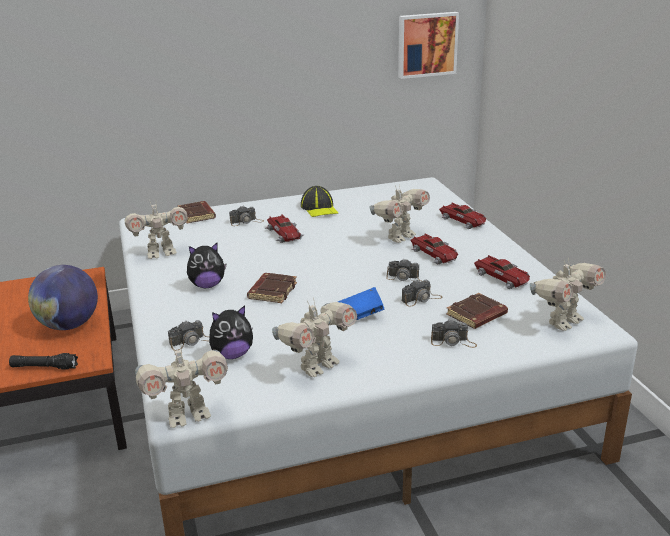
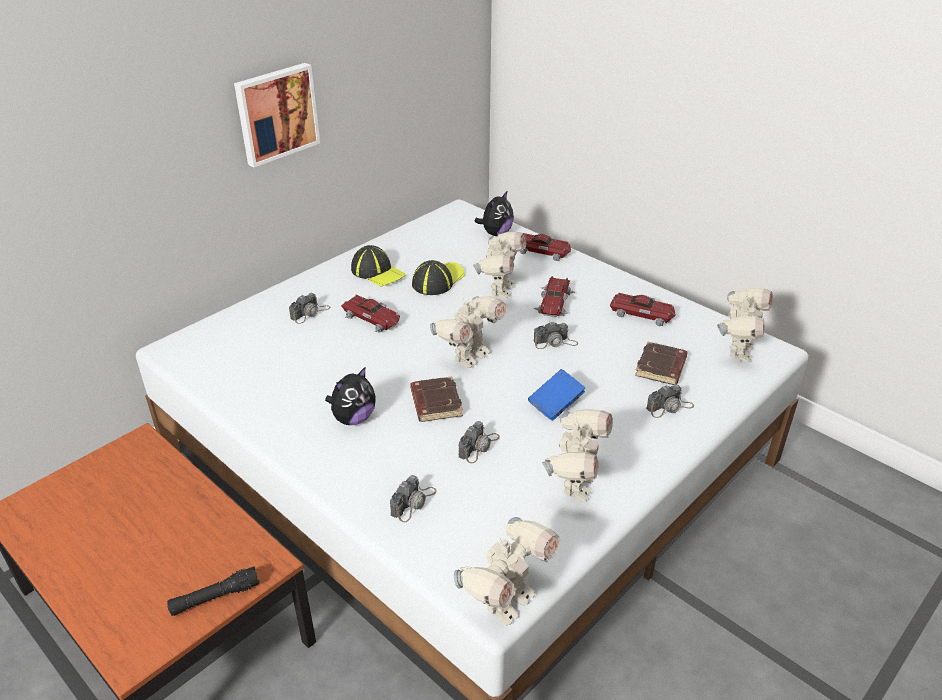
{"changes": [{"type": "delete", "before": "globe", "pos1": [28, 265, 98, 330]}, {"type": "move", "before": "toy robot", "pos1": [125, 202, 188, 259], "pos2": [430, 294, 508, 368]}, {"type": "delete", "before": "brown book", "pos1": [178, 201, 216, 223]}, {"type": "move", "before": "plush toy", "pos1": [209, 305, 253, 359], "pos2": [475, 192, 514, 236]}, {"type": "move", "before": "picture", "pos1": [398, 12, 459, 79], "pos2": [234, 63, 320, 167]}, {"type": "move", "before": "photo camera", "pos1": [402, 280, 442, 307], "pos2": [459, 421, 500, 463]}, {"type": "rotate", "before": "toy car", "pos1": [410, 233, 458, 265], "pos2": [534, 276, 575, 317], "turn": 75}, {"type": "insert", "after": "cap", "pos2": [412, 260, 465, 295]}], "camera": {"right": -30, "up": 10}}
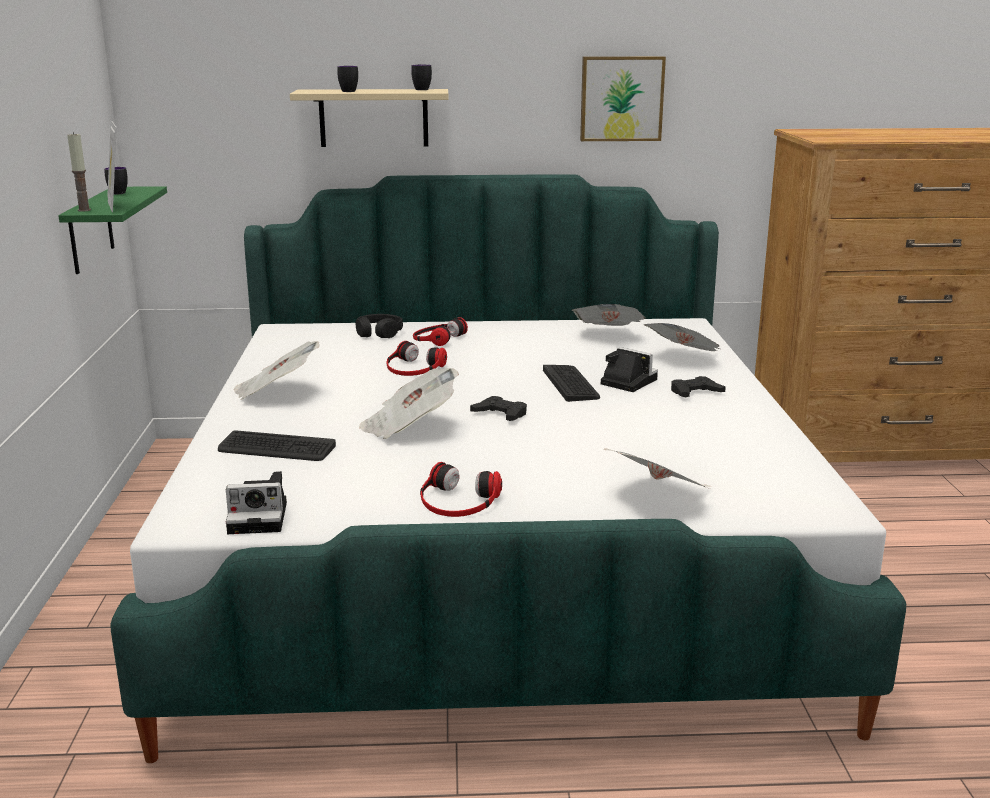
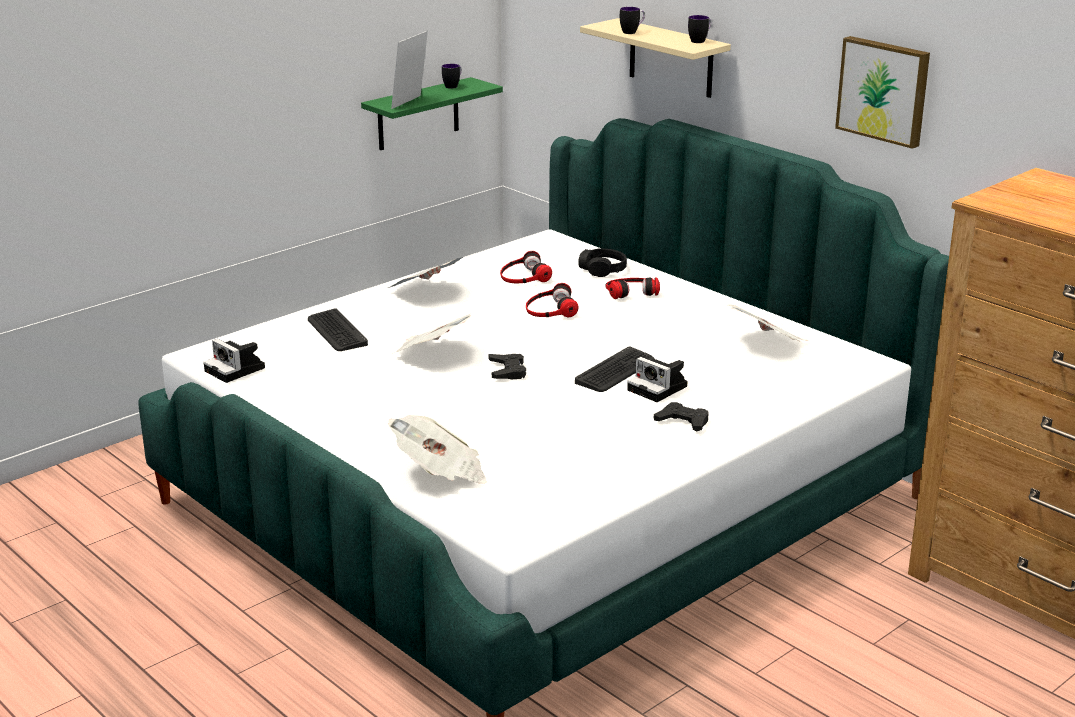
{"changes": [{"type": "delete", "before": "candle", "pos1": [67, 132, 91, 212]}, {"type": "move", "before": "headphones", "pos1": [420, 462, 502, 517], "pos2": [500, 251, 552, 283]}, {"type": "rotate", "before": "photo camera", "pos1": [601, 347, 658, 392], "pos2": [627, 357, 688, 402], "turn": 135}, {"type": "delete", "before": "newspaper", "pos1": [644, 323, 720, 351]}], "camera": {"right": 50, "up": 5}}
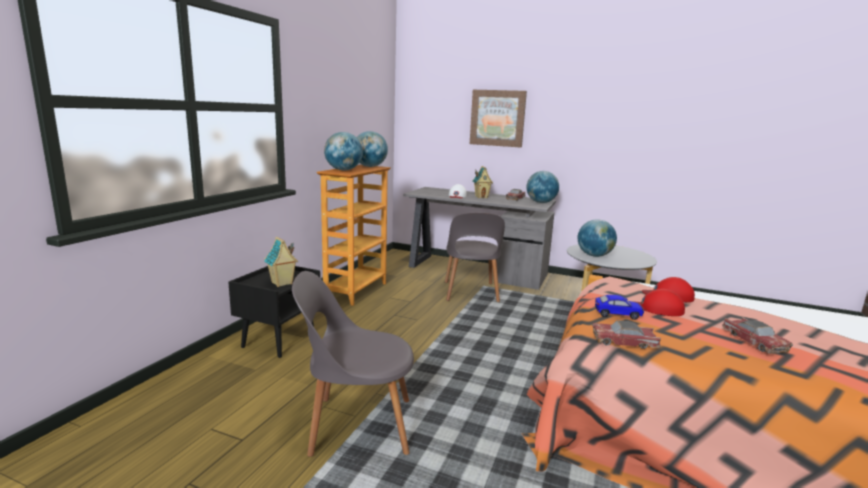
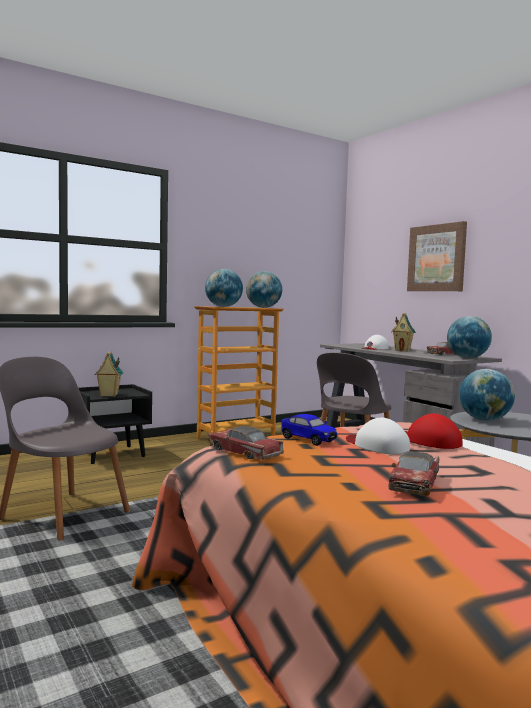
{"changes": [{"type": "recolor", "before": "red cap", "after": "white cap", "pos1": [632, 289, 685, 316], "pos2": [346, 418, 410, 454]}], "camera": {"right": 35, "up": -10}}
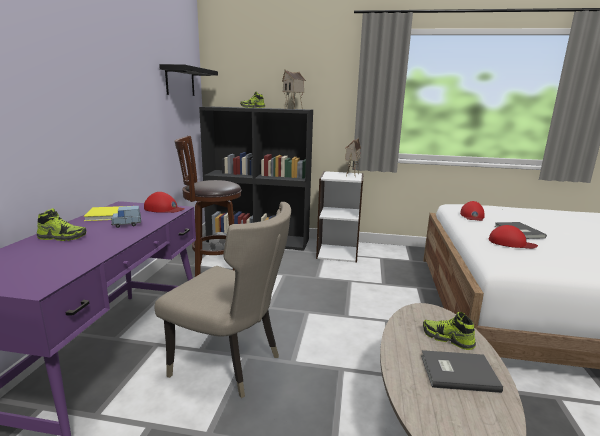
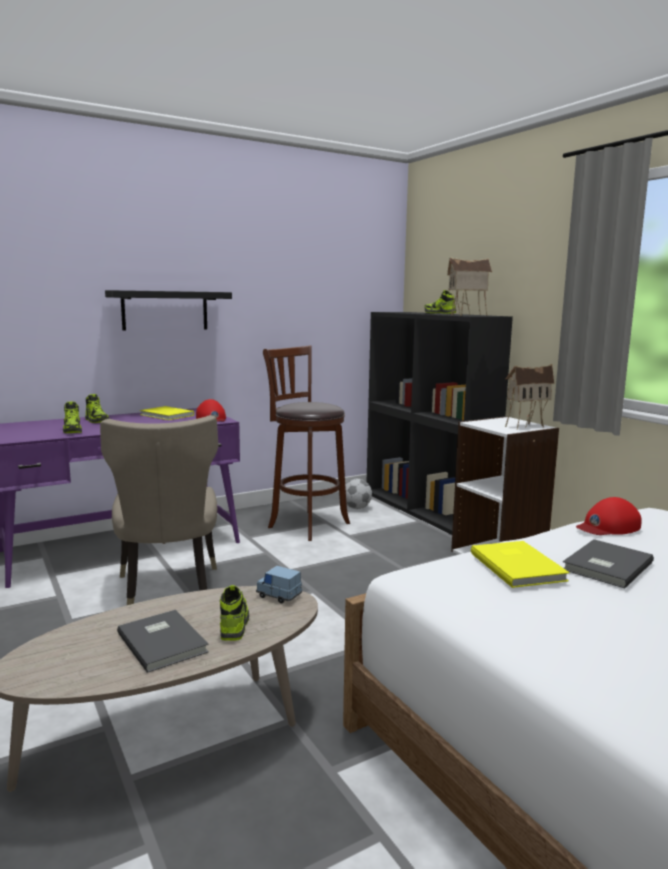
{"changes": [{"type": "move", "before": "blue toy car", "pos1": [111, 206, 141, 228], "pos2": [256, 566, 302, 603]}, {"type": "move", "before": "black shelf", "pos1": [159, 64, 218, 96], "pos2": [105, 290, 232, 331]}, {"type": "replace", "before": "red cap", "after": "yellow book", "pos1": [489, 225, 538, 249], "pos2": [471, 541, 570, 588]}, {"type": "insert", "after": "shoe", "pos2": [63, 401, 82, 433]}], "camera": {"right": 50, "up": -5}}
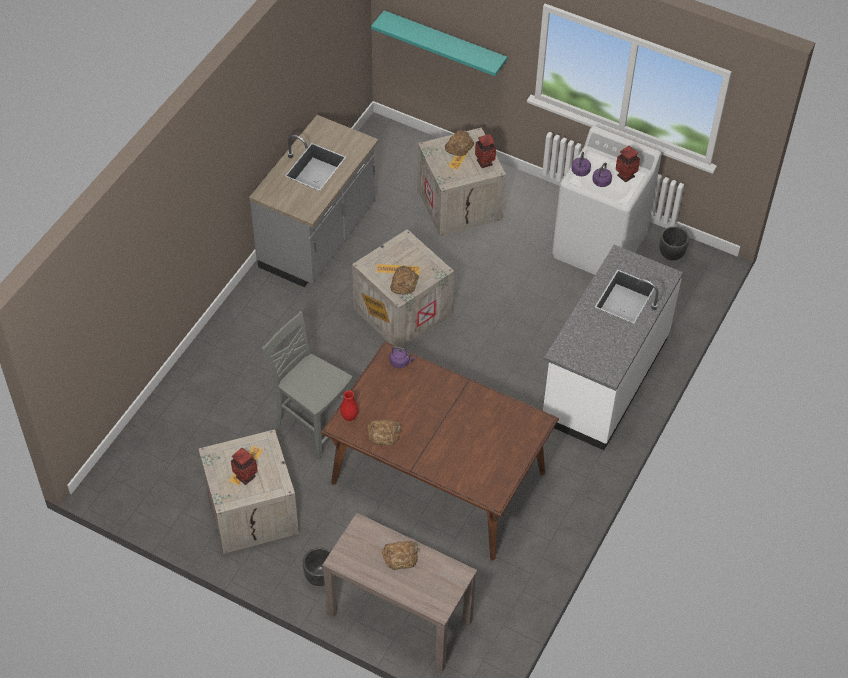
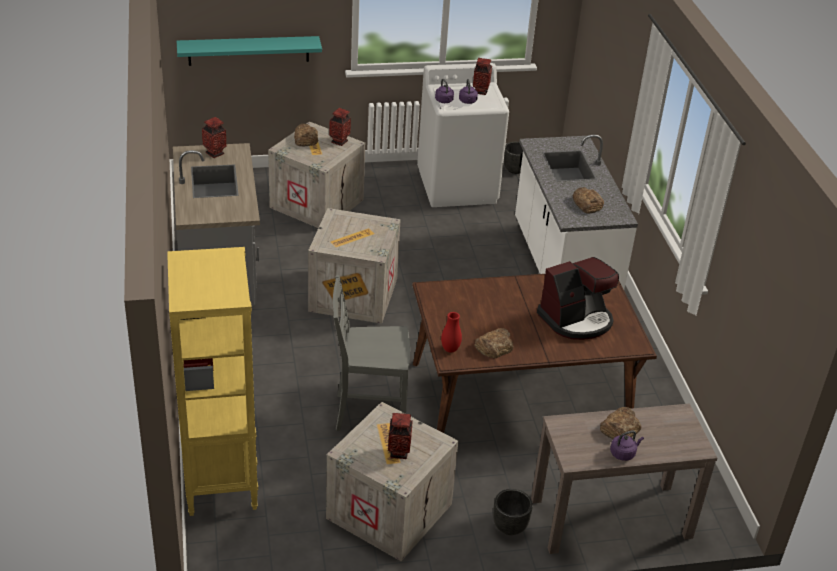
{"changes": [{"type": "move", "before": "bread", "pos1": [390, 266, 419, 295], "pos2": [573, 187, 604, 214]}, {"type": "move", "before": "purple kettle", "pos1": [390, 347, 415, 368], "pos2": [610, 430, 644, 461]}, {"type": "insert", "after": "yellow bookcase", "pos2": [167, 247, 258, 516]}, {"type": "insert", "after": "vase", "pos2": [202, 117, 226, 158]}, {"type": "insert", "after": "coffee machine", "pos2": [537, 257, 619, 340]}], "camera": {"right": -40, "up": -15}}
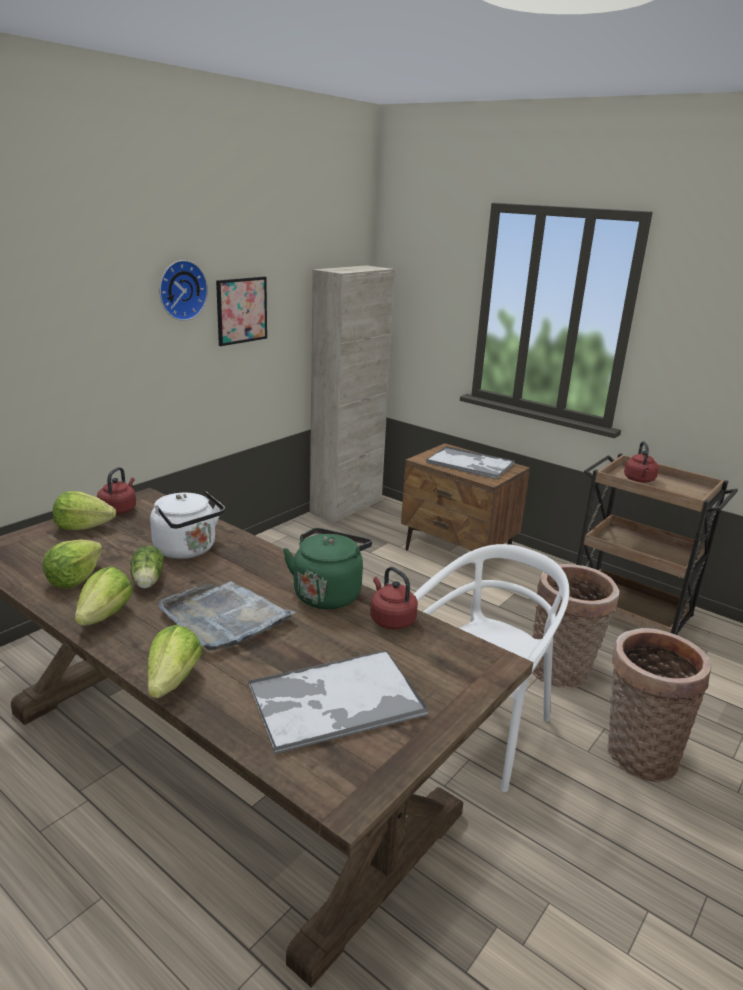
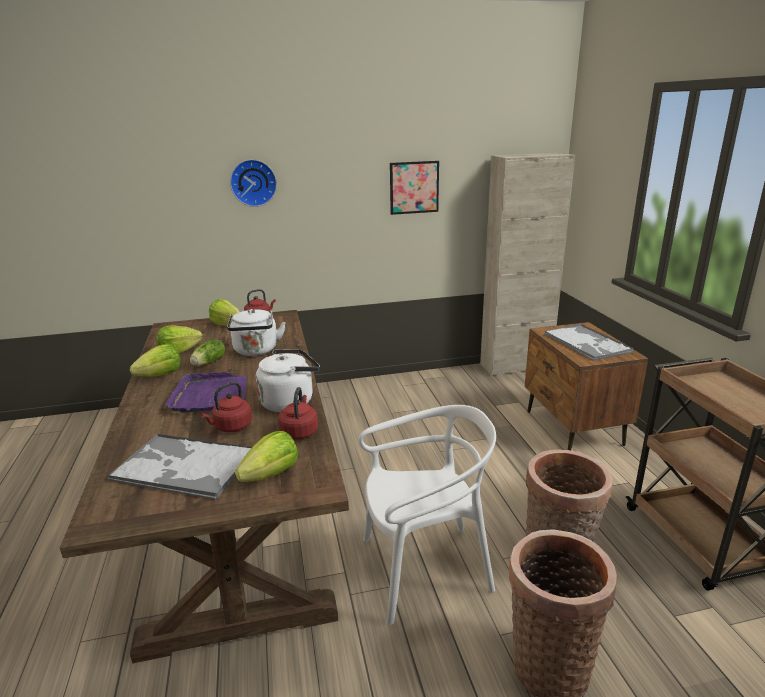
{"changes": [{"type": "move", "before": "lettuce", "pos1": [147, 625, 202, 698], "pos2": [235, 431, 298, 482]}, {"type": "move", "before": "wall clock", "pos1": [159, 260, 208, 321], "pos2": [230, 159, 277, 207]}, {"type": "recolor", "before": "grey tray", "after": "purple tray", "pos1": [159, 581, 297, 651], "pos2": [165, 372, 246, 413]}, {"type": "recolor", "before": "green kettle", "after": "white kettle", "pos1": [283, 528, 372, 609], "pos2": [256, 349, 320, 412]}, {"type": "move", "before": "red kettle", "pos1": [624, 441, 659, 483], "pos2": [201, 382, 252, 432]}], "camera": {"right": 40, "up": 0}}
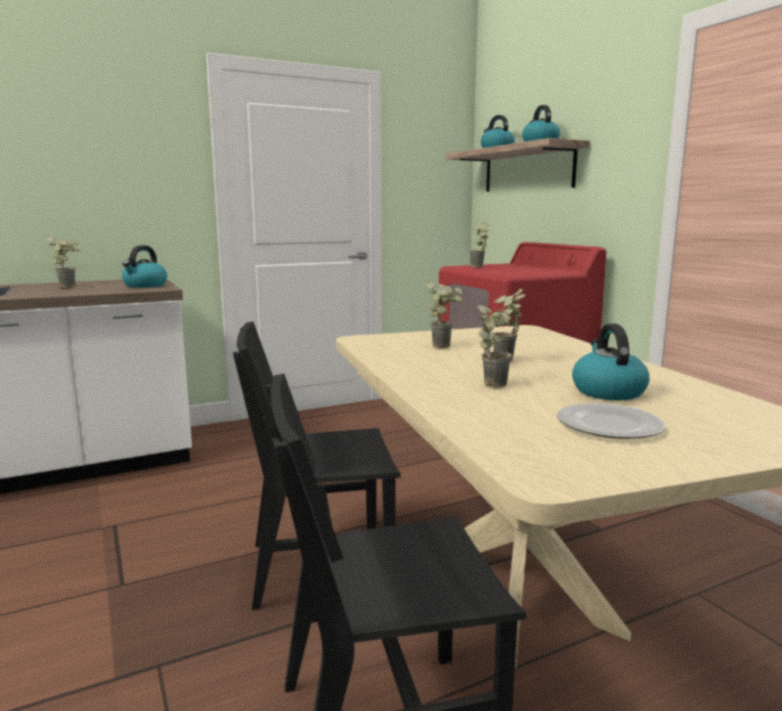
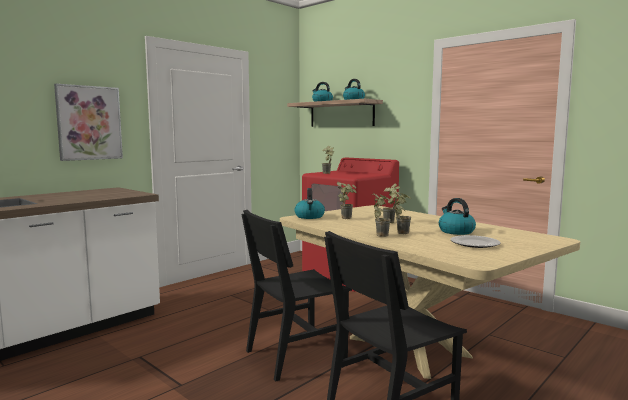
{"changes": [{"type": "move", "before": "potted plant", "pos1": [46, 236, 80, 288], "pos2": [372, 193, 391, 237]}, {"type": "move", "before": "kettle", "pos1": [122, 245, 167, 288], "pos2": [295, 188, 325, 219]}, {"type": "insert", "after": "picture", "pos2": [54, 84, 123, 161]}], "camera": {"right": -20, "up": -5}}
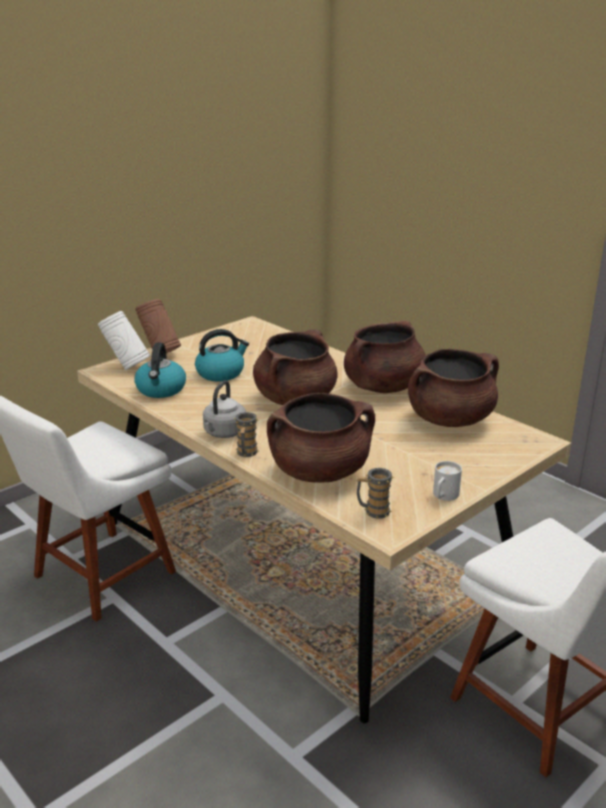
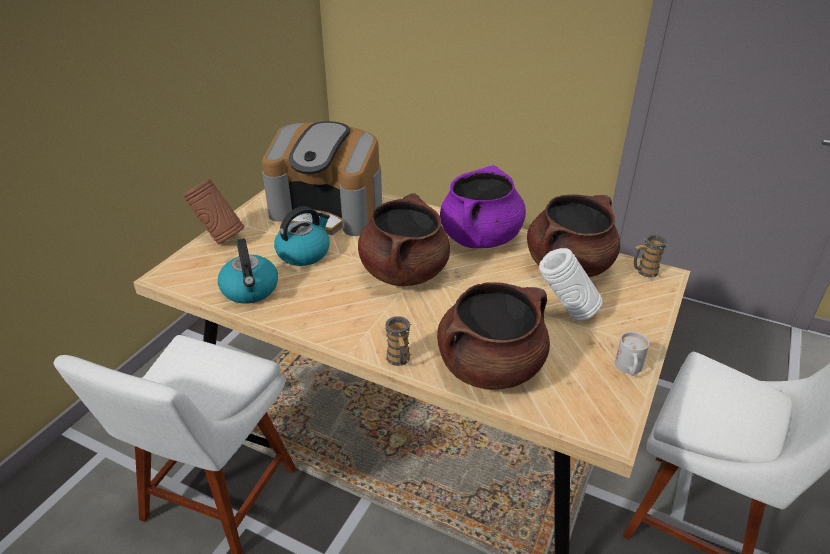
{"changes": [{"type": "move", "before": "white vase", "pos1": [98, 311, 150, 370], "pos2": [539, 248, 603, 321]}, {"type": "delete", "before": "grey kettle", "pos1": [203, 380, 246, 438]}, {"type": "recolor", "before": "brown cooking pot", "after": "purple cooking pot", "pos1": [344, 321, 426, 393], "pos2": [440, 165, 526, 248]}, {"type": "move", "before": "mug", "pos1": [356, 468, 394, 519], "pos2": [634, 235, 667, 277]}, {"type": "insert", "after": "coffee machine", "pos2": [262, 121, 382, 236]}], "camera": {"right": -20, "up": 10}}
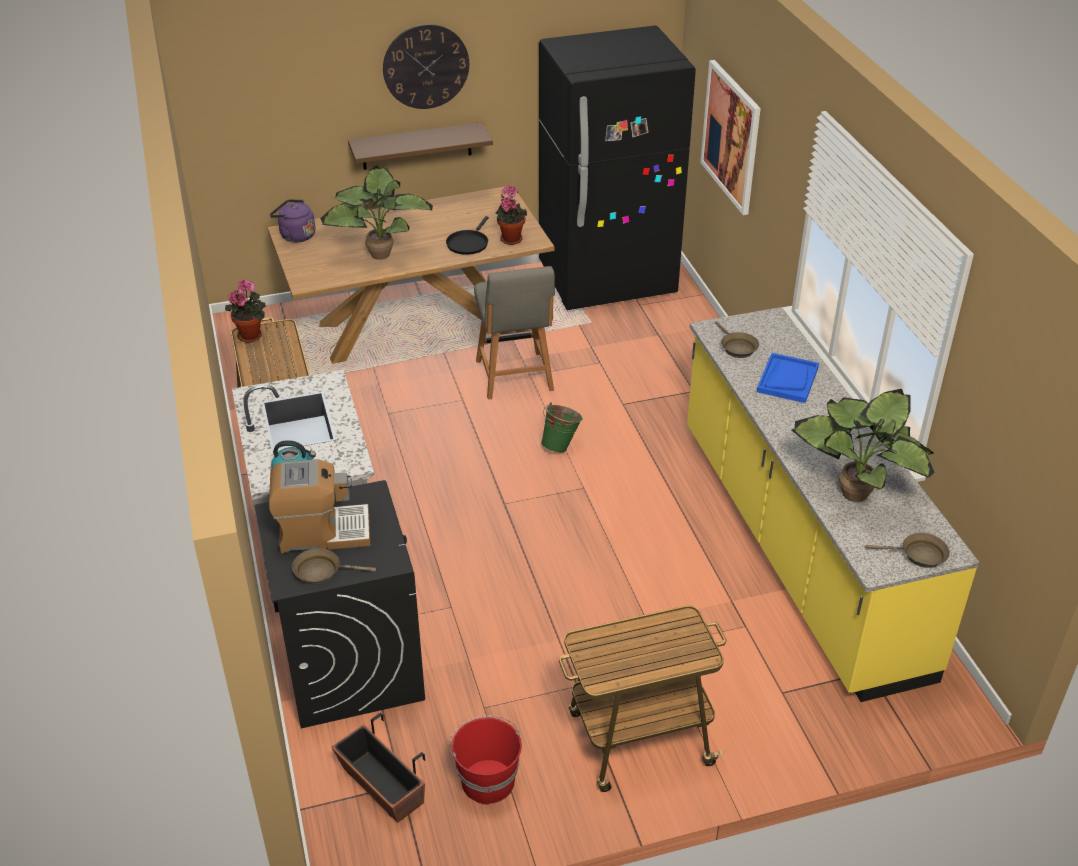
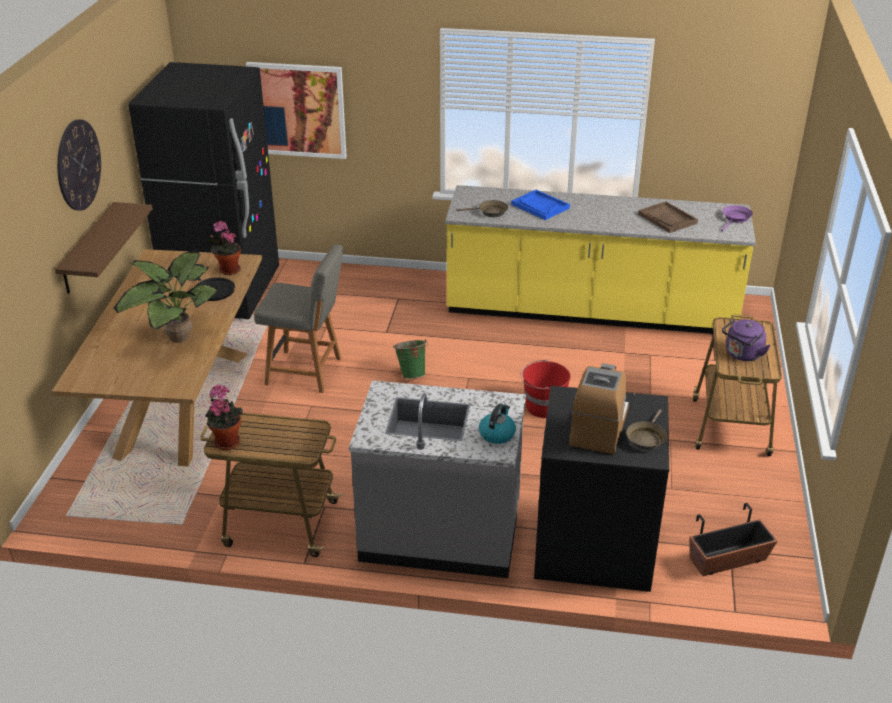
{"changes": [{"type": "move", "before": "purple kettle", "pos1": [270, 199, 315, 242], "pos2": [722, 318, 771, 361]}, {"type": "move", "before": "red bucket", "pos1": [449, 716, 522, 805], "pos2": [521, 360, 571, 418]}, {"type": "replace", "before": "potted plant", "after": "brown tray", "pos1": [792, 389, 935, 502], "pos2": [638, 201, 698, 233]}, {"type": "recolor", "before": "brown frying pan", "after": "purple frying pan", "pos1": [866, 533, 950, 568], "pos2": [721, 205, 753, 232]}], "camera": {"right": -65, "up": -5}}
